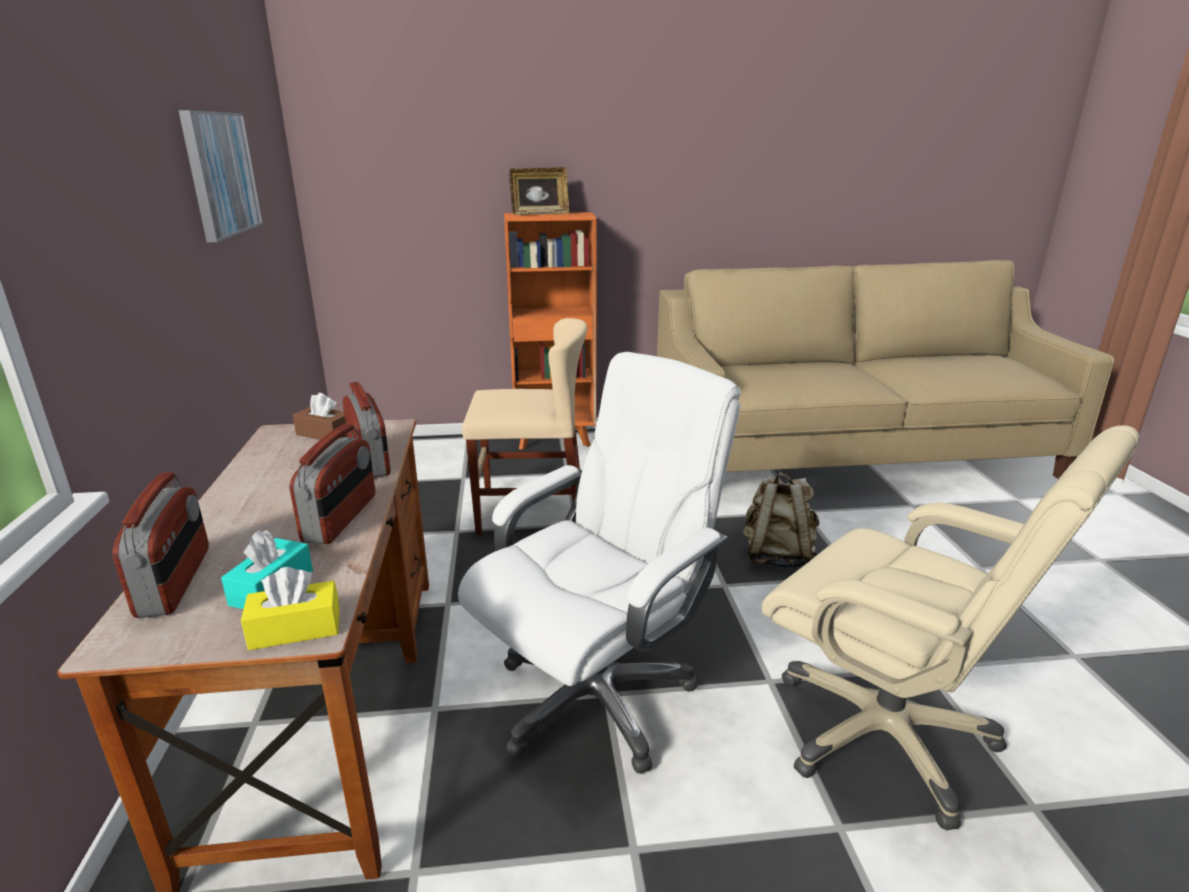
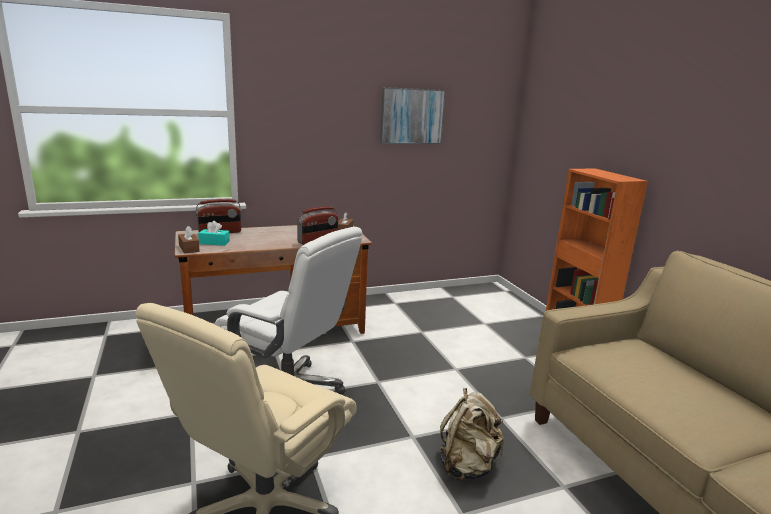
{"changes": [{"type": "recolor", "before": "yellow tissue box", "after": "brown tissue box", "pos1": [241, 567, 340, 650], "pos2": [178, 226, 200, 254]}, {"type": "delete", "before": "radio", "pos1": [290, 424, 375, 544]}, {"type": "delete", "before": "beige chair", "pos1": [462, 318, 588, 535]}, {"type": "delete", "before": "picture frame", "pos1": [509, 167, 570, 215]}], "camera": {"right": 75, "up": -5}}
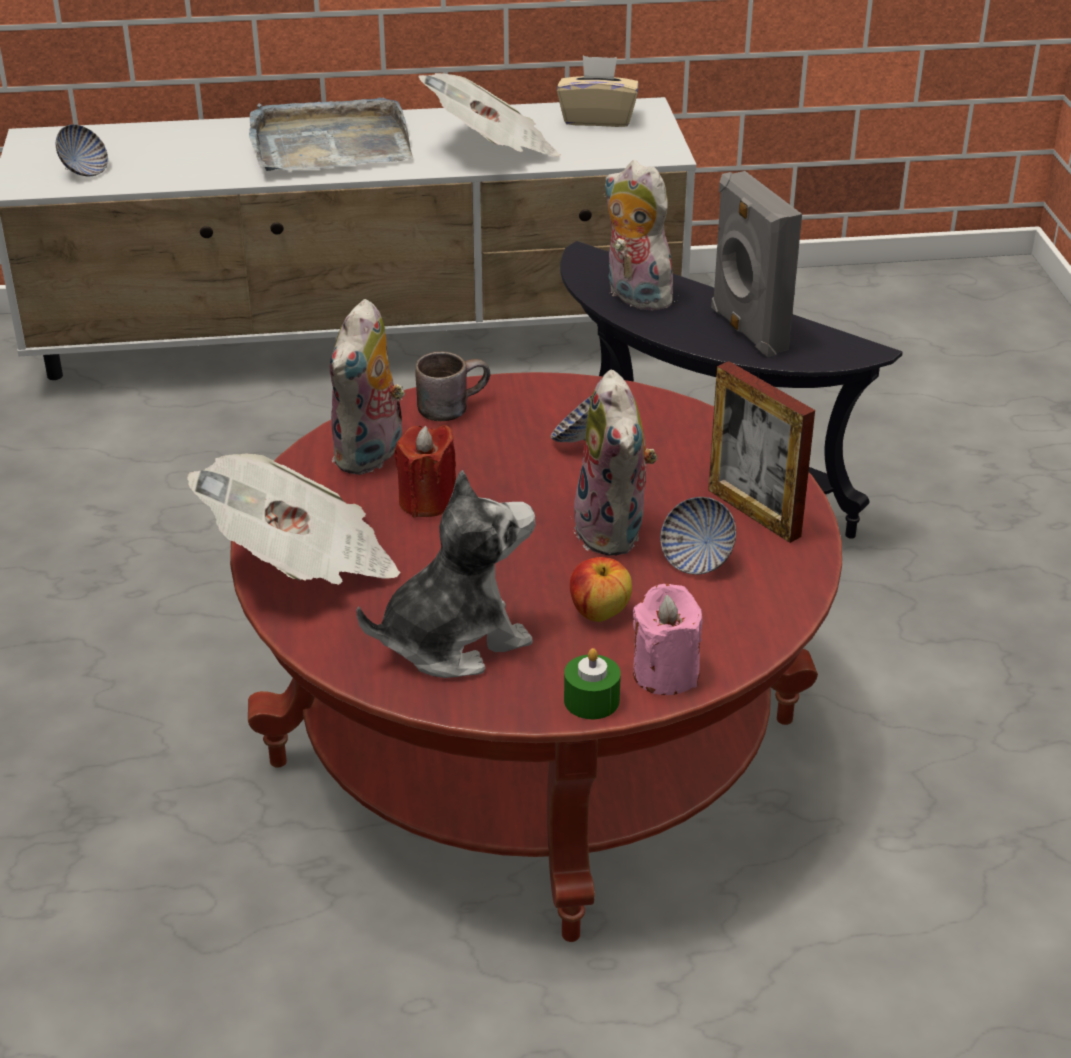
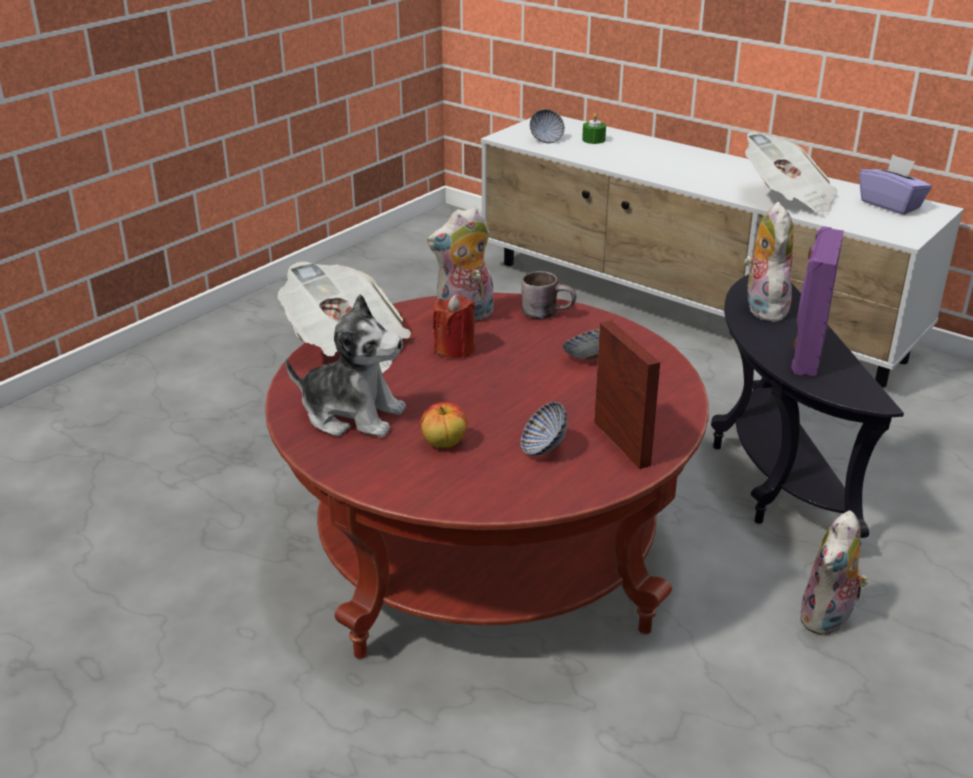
{"changes": [{"type": "delete", "before": "grey tray", "pos1": [249, 98, 413, 171]}, {"type": "recolor", "before": "beige tissue box", "after": "purple tissue box", "pos1": [557, 56, 639, 127], "pos2": [859, 154, 932, 215]}, {"type": "move", "before": "green candle", "pos1": [564, 648, 621, 719], "pos2": [582, 113, 606, 144]}, {"type": "move", "before": "plush toy", "pos1": [574, 370, 657, 556], "pos2": [798, 511, 868, 636]}, {"type": "delete", "before": "pink candle", "pos1": [633, 583, 703, 695]}, {"type": "rotate", "before": "picture frame", "pos1": [708, 361, 815, 543], "pos2": [594, 320, 660, 469], "turn": 150}, {"type": "recolor", "before": "grey speaker", "after": "purple speaker", "pos1": [711, 171, 802, 357], "pos2": [791, 226, 844, 376]}], "camera": {"right": 45, "up": -5}}
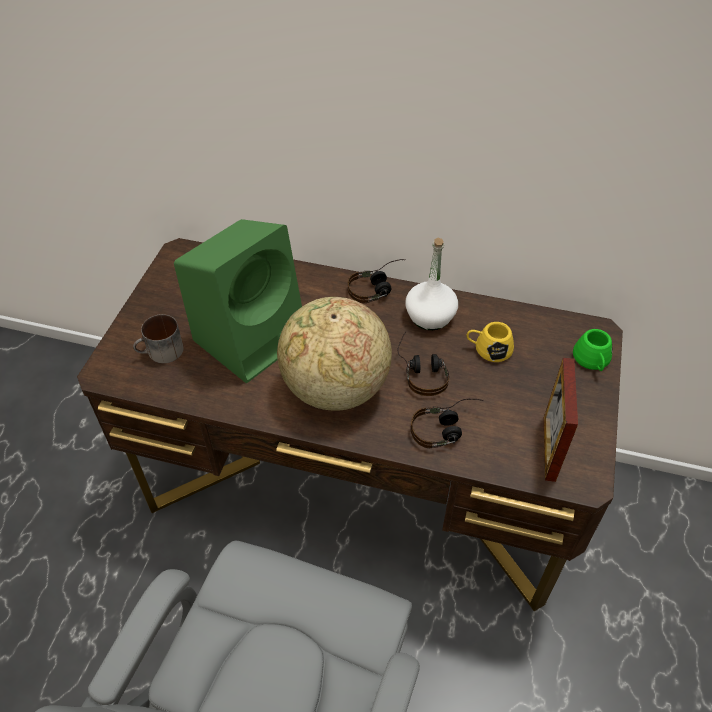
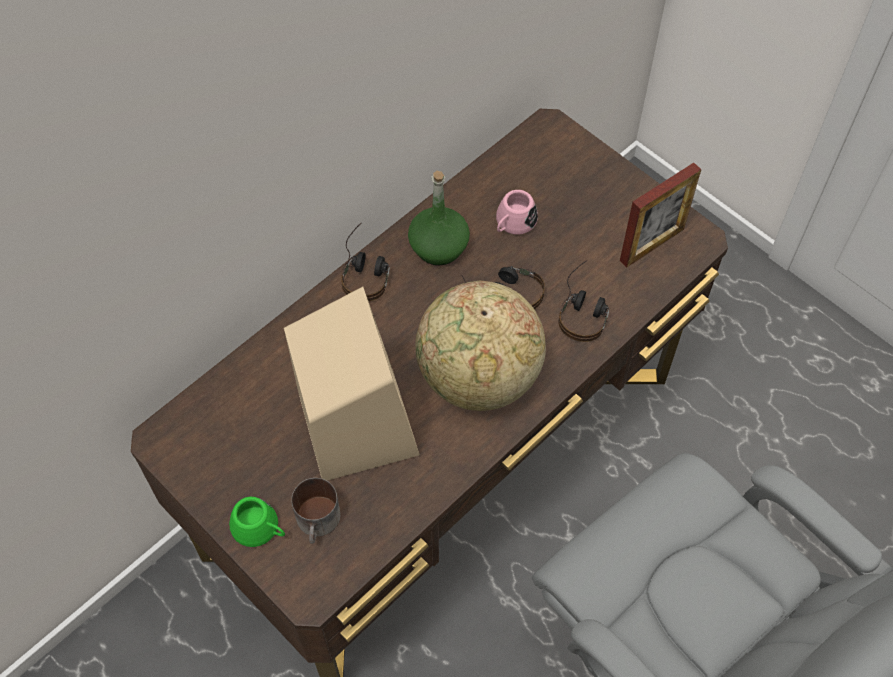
{"changes": [{"type": "recolor", "before": "green speaker", "after": "beige speaker", "pos1": [174, 219, 302, 383], "pos2": [284, 287, 420, 481]}, {"type": "recolor", "before": "white bottle", "after": "green bottle", "pos1": [405, 238, 458, 330], "pos2": [408, 171, 470, 265]}, {"type": "recolor", "before": "yellow mug", "after": "pink mug", "pos1": [466, 322, 514, 362], "pos2": [496, 190, 538, 235]}, {"type": "rotate", "before": "picture frame", "pos1": [544, 358, 578, 482], "pos2": [620, 163, 701, 267], "turn": -75}, {"type": "move", "before": "green mug", "pos1": [573, 329, 612, 371], "pos2": [229, 497, 285, 547]}], "camera": {"right": -60, "up": 10}}
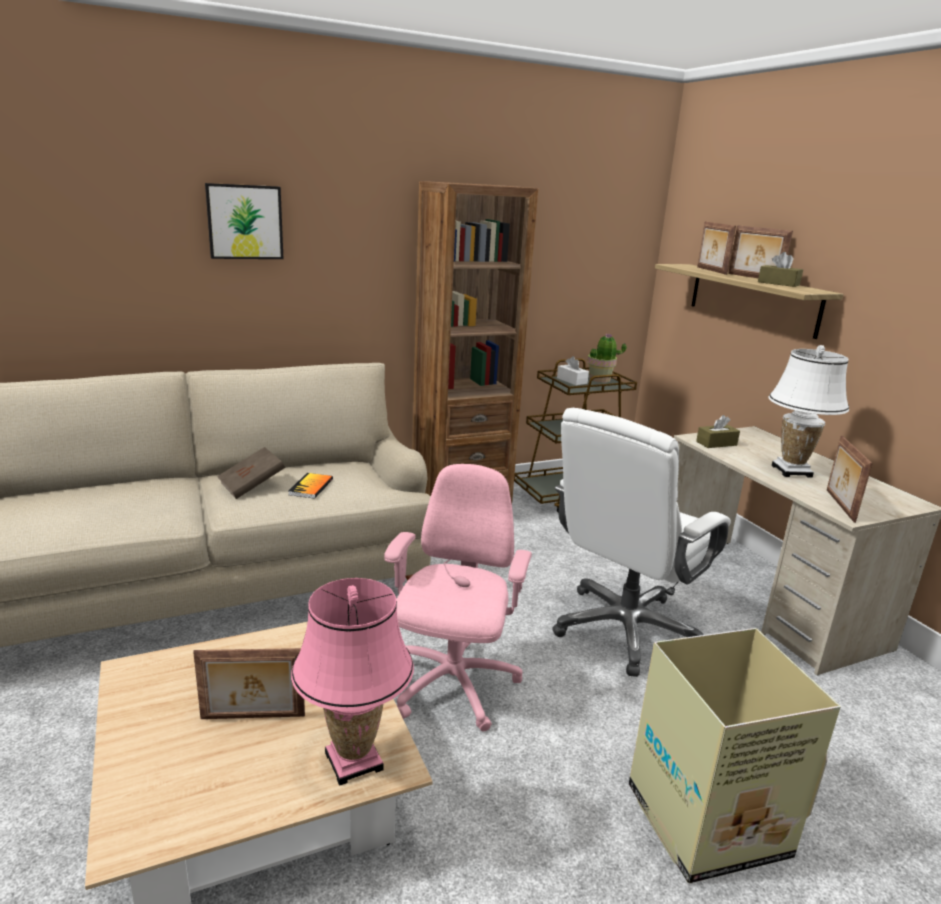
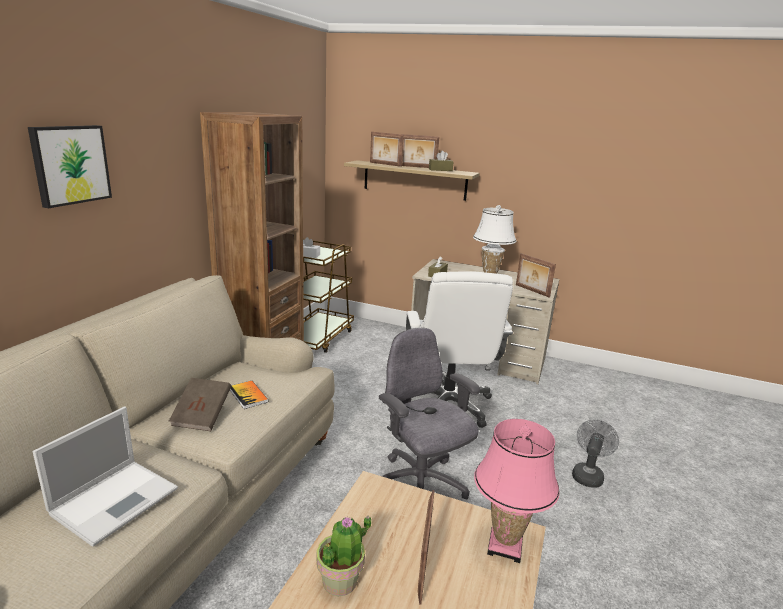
{"changes": [{"type": "rotate", "before": "picture frame", "pos1": [193, 648, 305, 719], "pos2": [418, 490, 435, 605], "turn": 150}, {"type": "recolor", "before": "pink office chair", "after": "grey office chair", "pos1": [384, 464, 532, 731], "pos2": [379, 328, 480, 499]}, {"type": "move", "before": "potted plant", "pos1": [587, 333, 627, 383], "pos2": [316, 516, 371, 596]}, {"type": "replace", "before": "cardboard box", "after": "grey fan", "pos1": [629, 628, 841, 883], "pos2": [572, 420, 619, 488]}, {"type": "insert", "after": "laptop", "pos2": [33, 407, 178, 547]}], "camera": {"right": -45, "up": 0}}
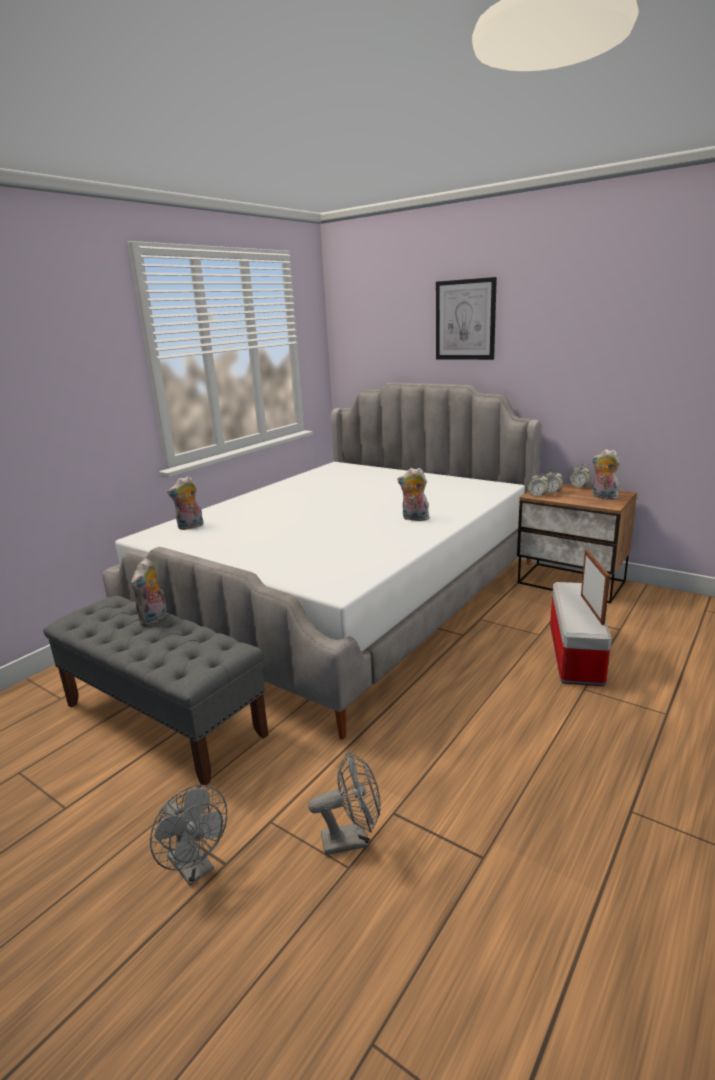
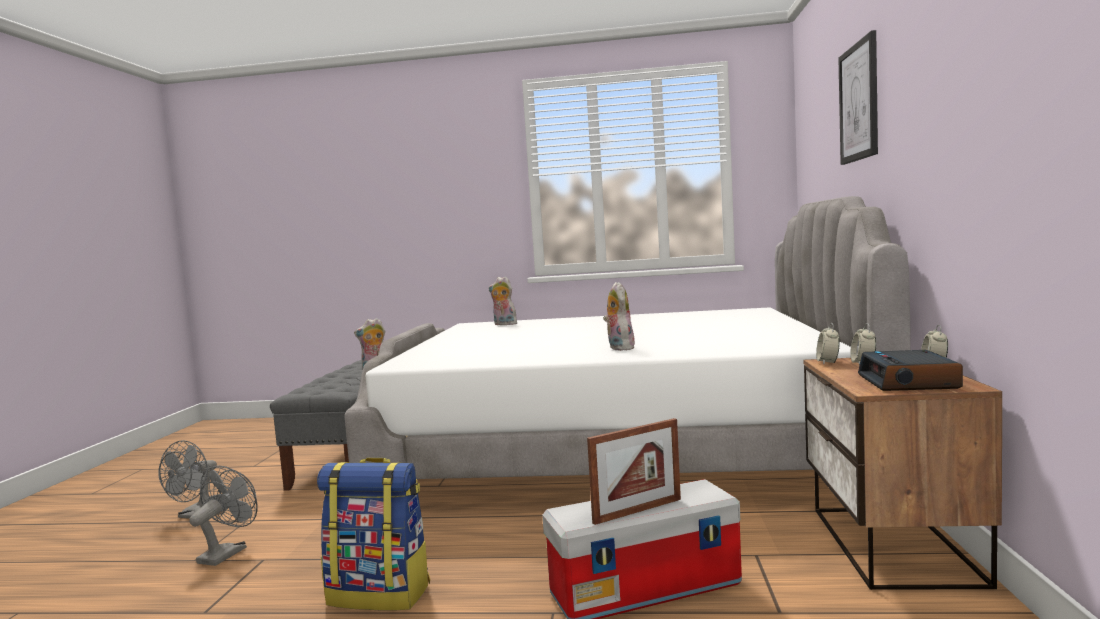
{"changes": [{"type": "rotate", "before": "grey fan", "pos1": [308, 751, 381, 855], "pos2": [189, 466, 258, 566], "turn": -120}, {"type": "replace", "before": "plush toy", "after": "alarm clock", "pos1": [592, 449, 621, 500], "pos2": [858, 350, 963, 391]}, {"type": "insert", "after": "backpack", "pos2": [317, 458, 430, 610]}], "camera": {"right": 60, "up": -15}}
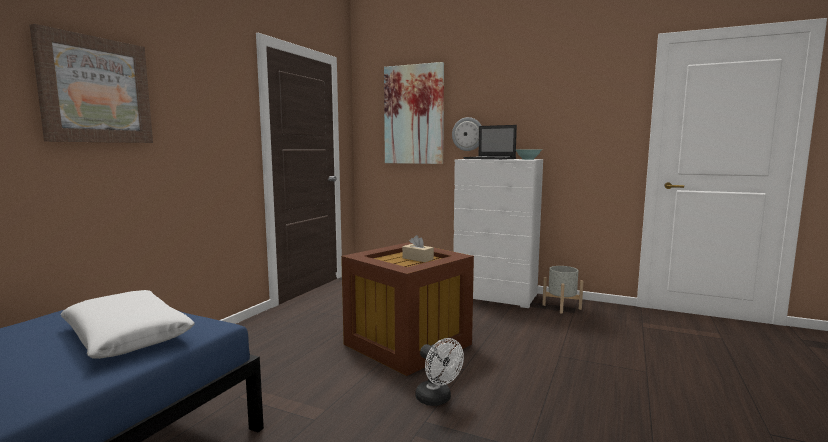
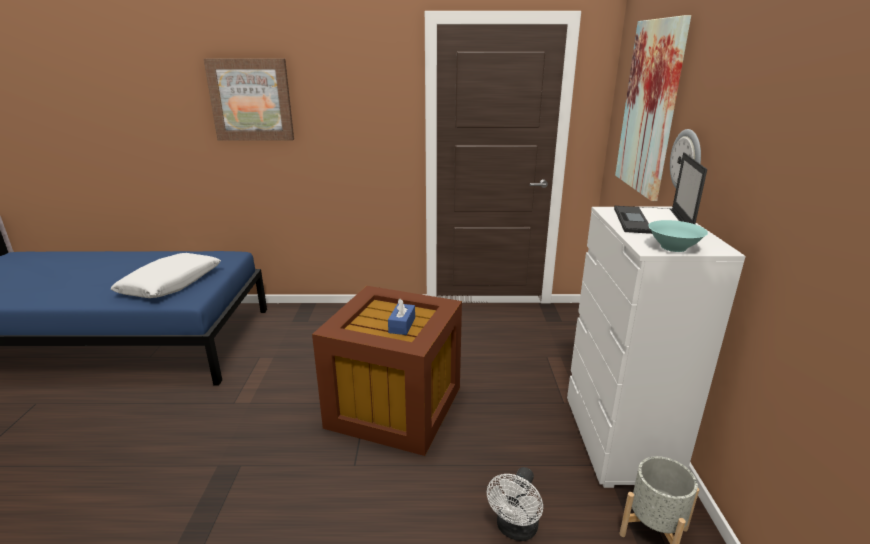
{"changes": [{"type": "recolor", "before": "beige tissue box", "after": "blue tissue box", "pos1": [402, 235, 434, 262], "pos2": [388, 299, 415, 335]}, {"type": "move", "before": "white fan", "pos1": [416, 338, 464, 406], "pos2": [487, 467, 543, 541]}], "camera": {"right": 65, "up": 15}}
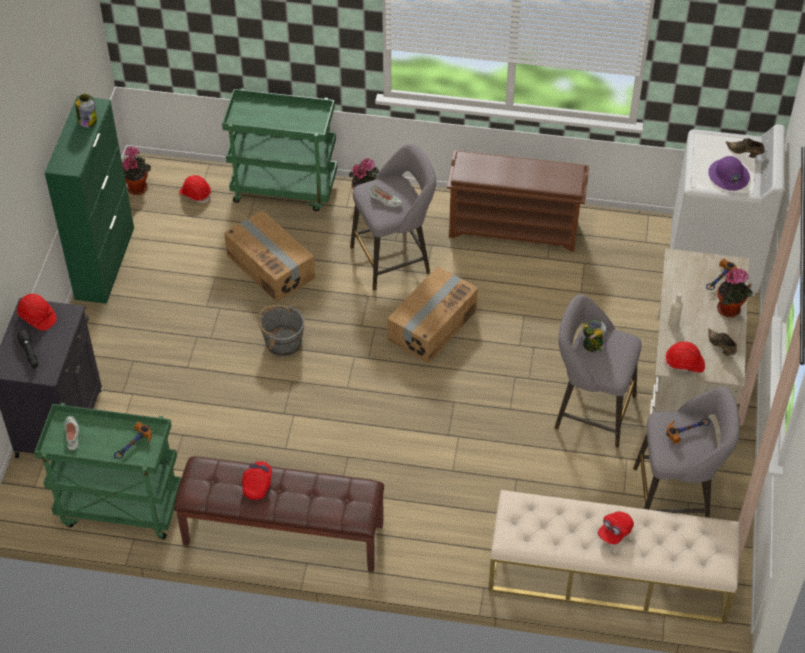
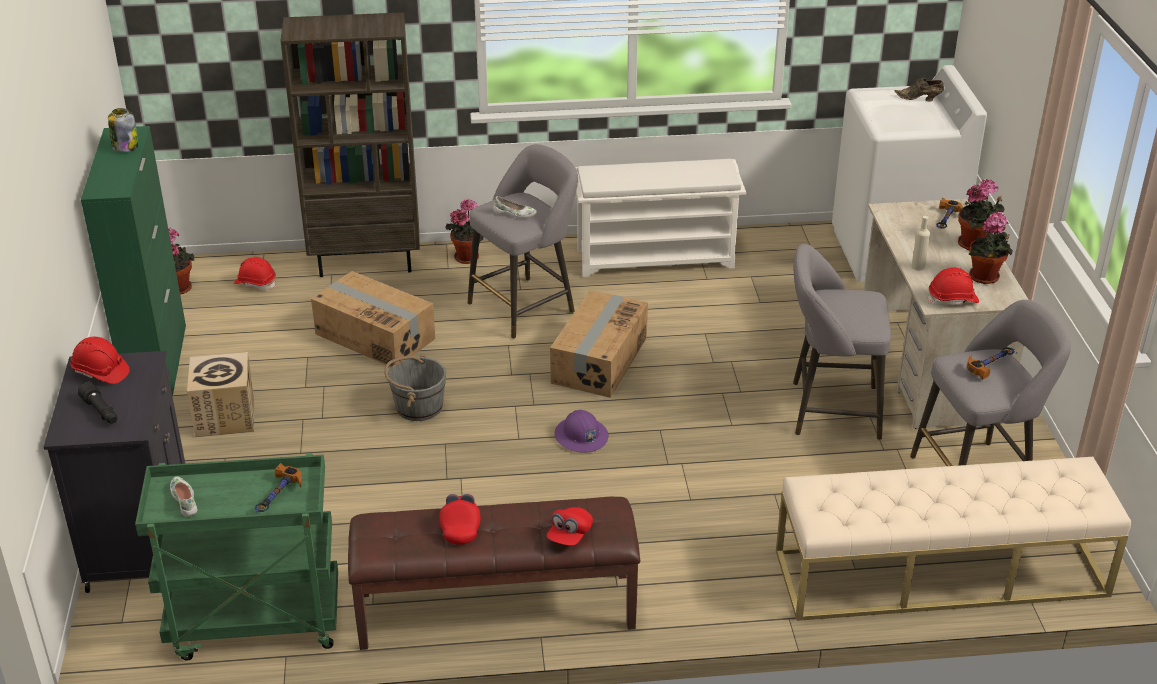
{"changes": [{"type": "replace", "before": "green cart", "after": "brown bookcase", "pos1": [222, 88, 337, 211], "pos2": [280, 12, 420, 277]}, {"type": "recolor", "before": "brown shoe rack", "after": "white shoe rack", "pos1": [447, 150, 589, 252], "pos2": [575, 159, 746, 277]}, {"type": "delete", "before": "jar", "pos1": [583, 320, 607, 352]}, {"type": "move", "before": "red cap", "pos1": [598, 511, 634, 544], "pos2": [546, 507, 593, 545]}, {"type": "move", "before": "purple hard hat", "pos1": [708, 156, 750, 191], "pos2": [554, 410, 609, 453]}, {"type": "replace", "before": "brown shoe", "after": "potted plant", "pos1": [708, 328, 737, 356], "pos2": [969, 212, 1013, 284]}, {"type": "insert", "after": "cardboard box", "pos2": [187, 352, 254, 437]}], "camera": {"right": -15, "up": -15}}
